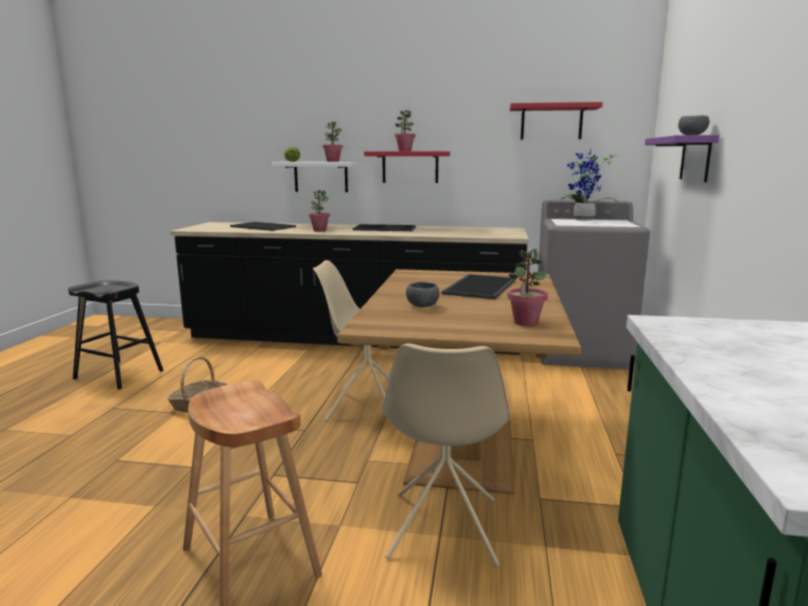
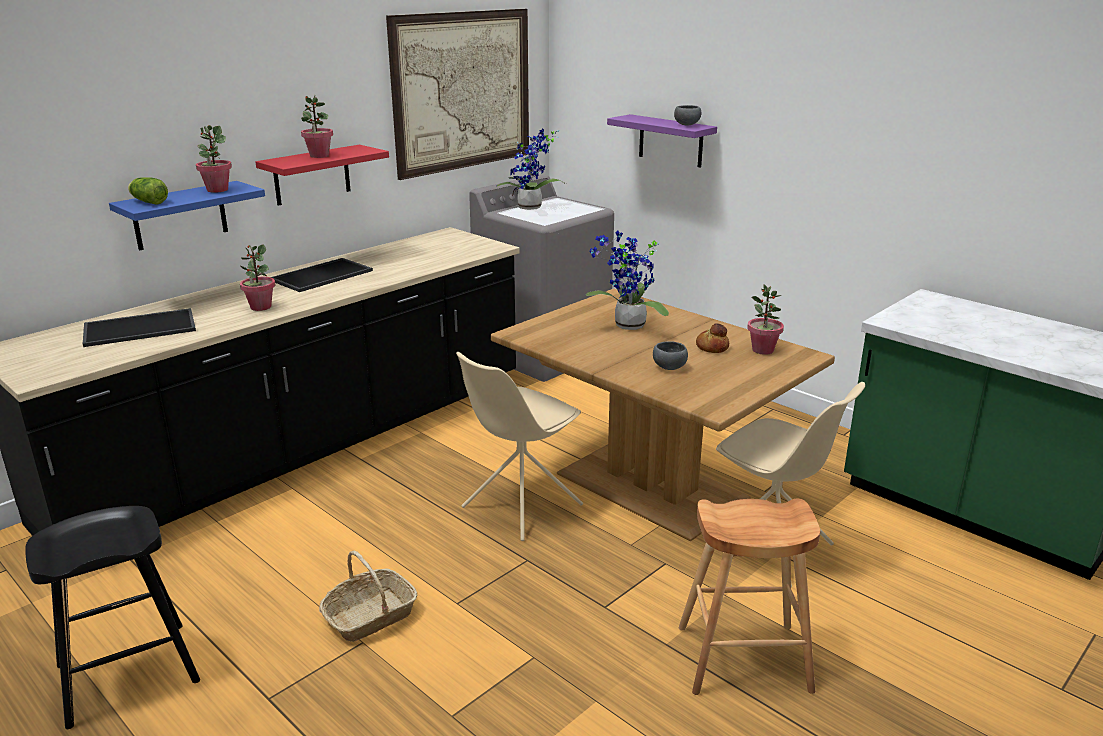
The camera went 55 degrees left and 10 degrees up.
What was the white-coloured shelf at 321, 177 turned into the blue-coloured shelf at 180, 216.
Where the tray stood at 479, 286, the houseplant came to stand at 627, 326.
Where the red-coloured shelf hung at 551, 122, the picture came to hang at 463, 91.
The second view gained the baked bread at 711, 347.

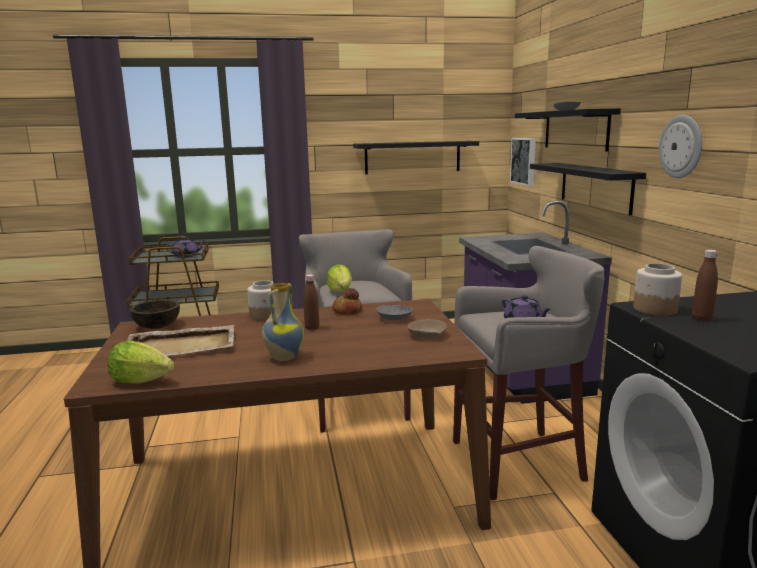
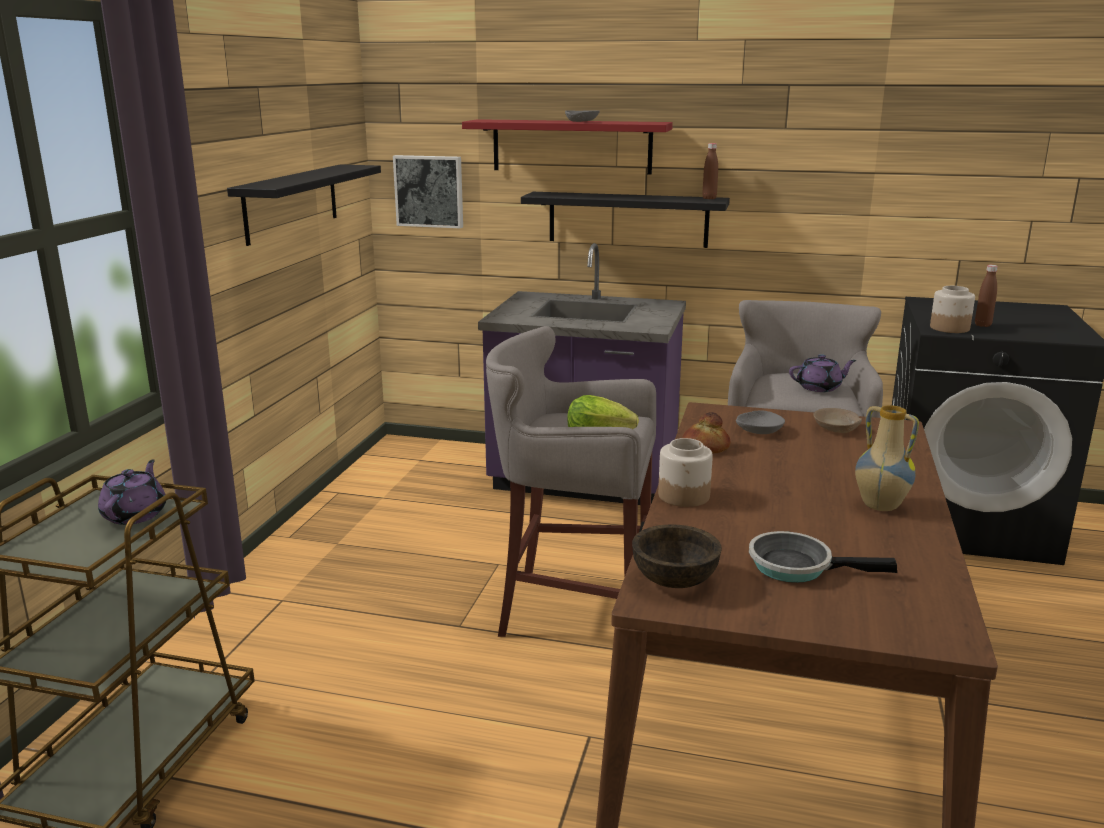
The camera went 65 degrees left and 5 degrees up.
The second view lost the head of lettuce at 141, 381.
Where the sand-coloured tray stood at 181, 346, the pan came to stand at 797, 566.
The brown drink bottle ended up elsewhere, having gone from 312, 328 to 709, 198.
What was the black-coloured shelf at 575, 130 turned into the red-coloured shelf at 571, 146.
The second view lost the wall clock at 681, 146.

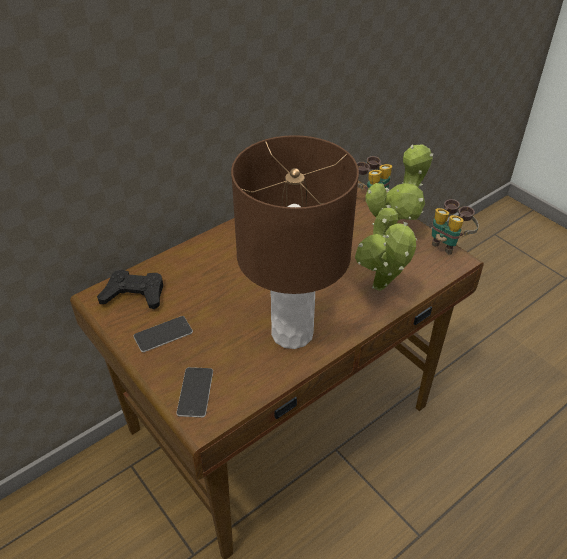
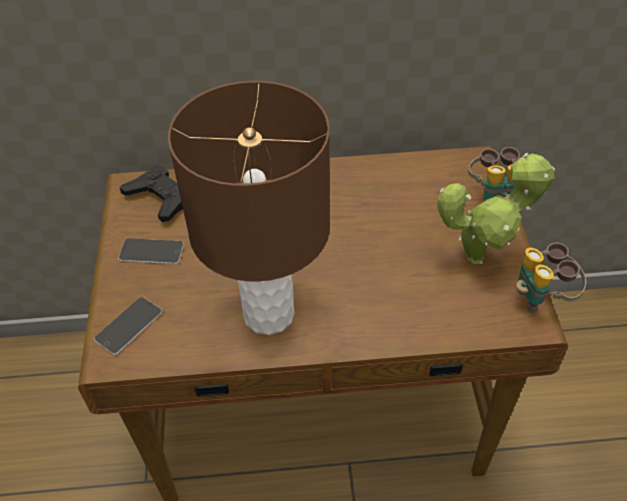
The camera went 35 degrees right and 5 degrees up.
The second view lost the houseplant at 380, 289.

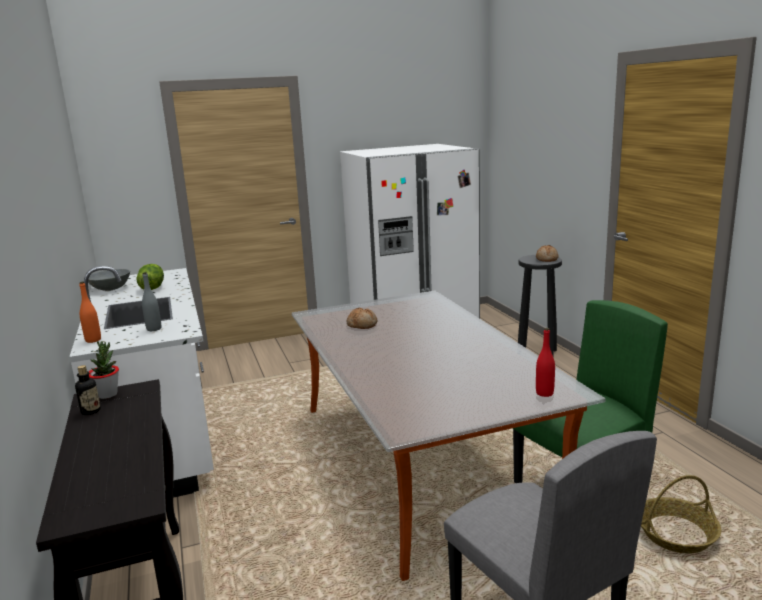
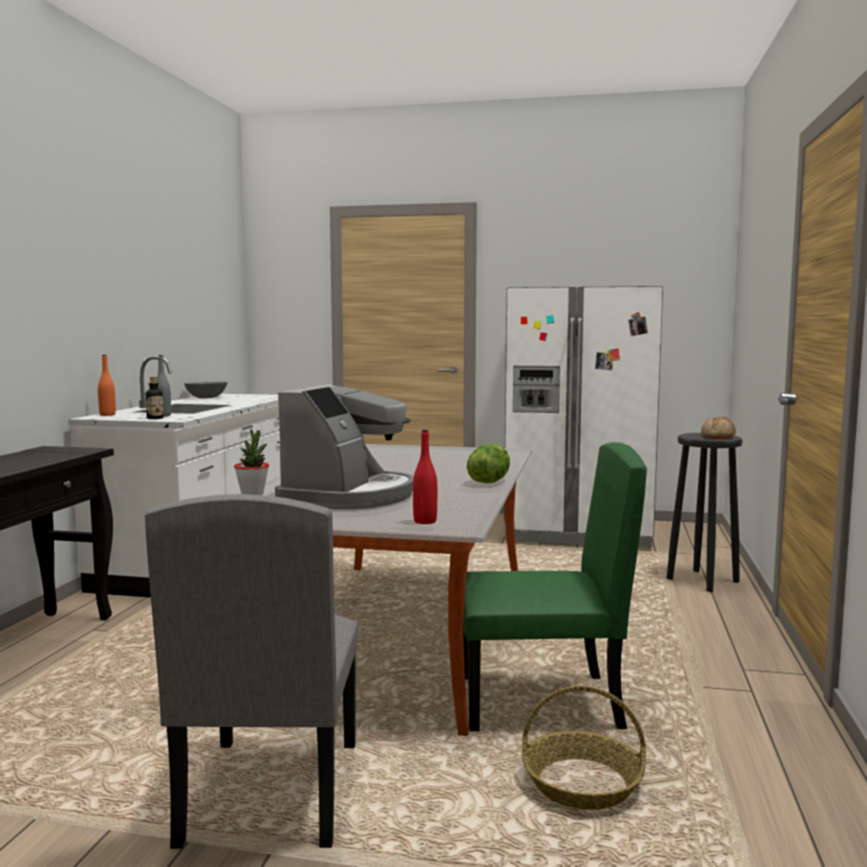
The camera went 30 degrees right and 10 degrees down.
The drink bottle ended up elsewhere, having gone from 91, 411 to 155, 418.
The houseplant ended up elsewhere, having gone from 107, 394 to 252, 494.
The head of lettuce ended up elsewhere, having gone from 152, 288 to 489, 481.
The second view lost the baked bread at 362, 325.
The second view gained the coffee maker at 349, 496.

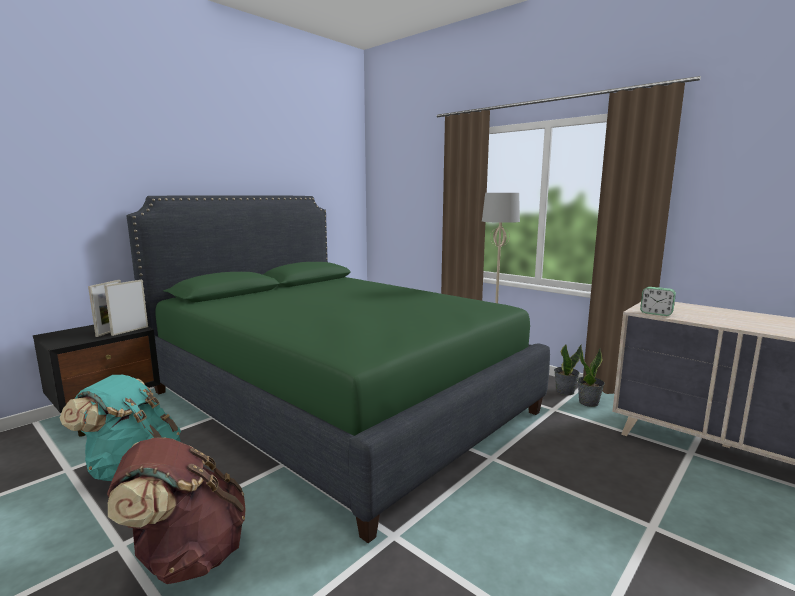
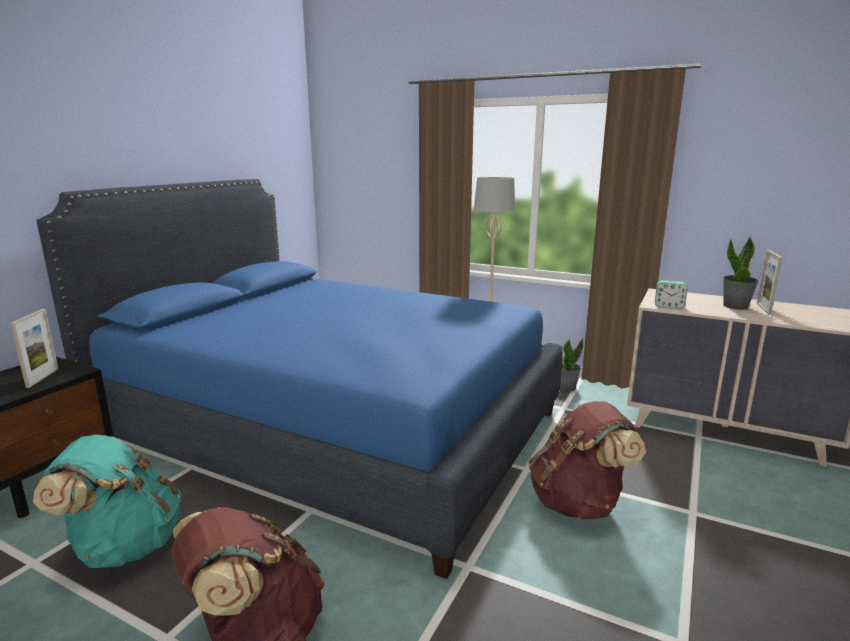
The camera went 15 degrees left and 5 degrees up.
The picture frame ended up elsewhere, having gone from 130, 331 to 763, 308.
What was the green sleeping bed at 337, 401 turned into the blue-coloured sleeping bed at 333, 428.
The houseplant ended up elsewhere, having gone from 589, 403 to 736, 306.
The second view gained the brown knapsack at 578, 503.

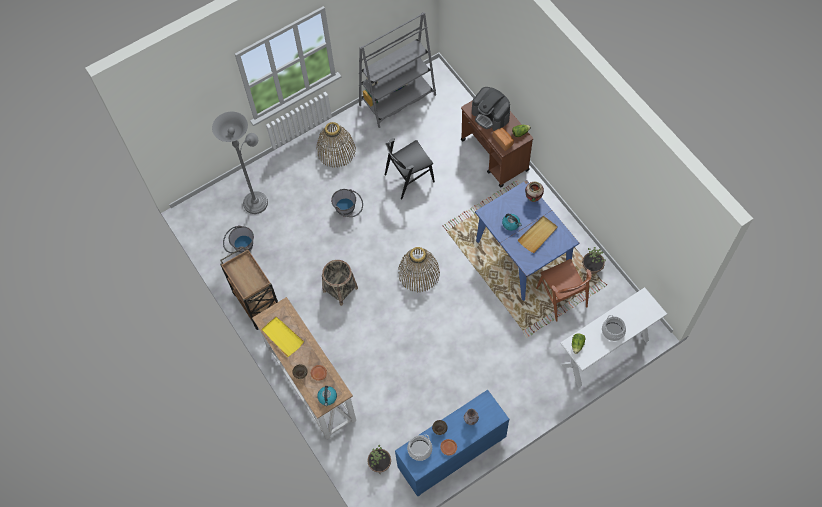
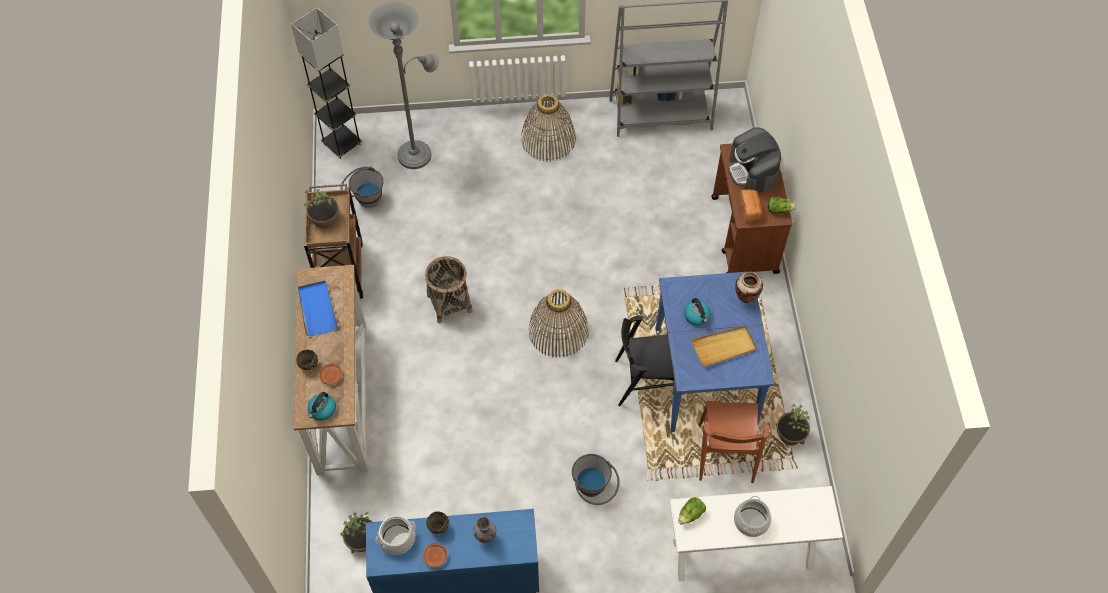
The camera went 25 degrees right and 5 degrees down.
What was the yellow tray at 282, 337 turned into the blue-coloured tray at 317, 309.
The grey water bucket ended up elsewhere, having gone from 348, 211 to 594, 489.
The black-coloured chair ended up elsewhere, having gone from 409, 178 to 646, 381.
The second view gained the grey standing lamp at 342, 144.
The second view gained the houseplant at 325, 219.

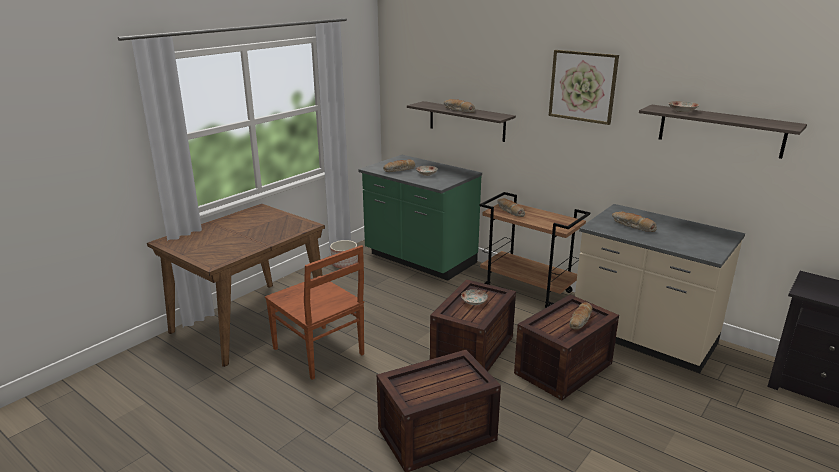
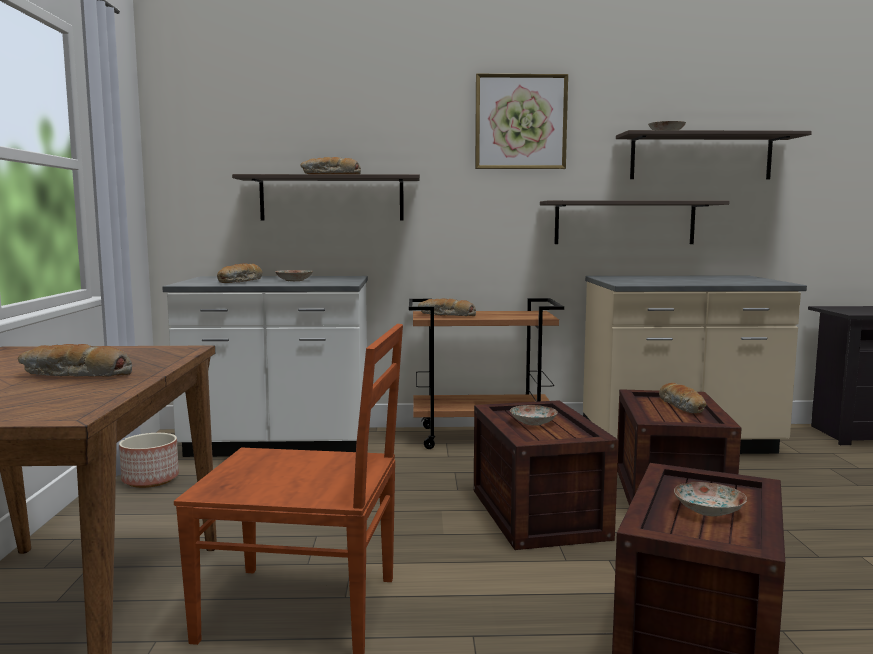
The camera went 40 degrees left and 15 degrees down.
What was the green kitchen base unit at 419, 260 turned into the white-coloured kitchen base unit at 279, 445.
The baked bread ended up elsewhere, having gone from 632, 226 to 74, 375.
The second view gained the shelf at 624, 222.
The second view gained the flat dish at 708, 510.

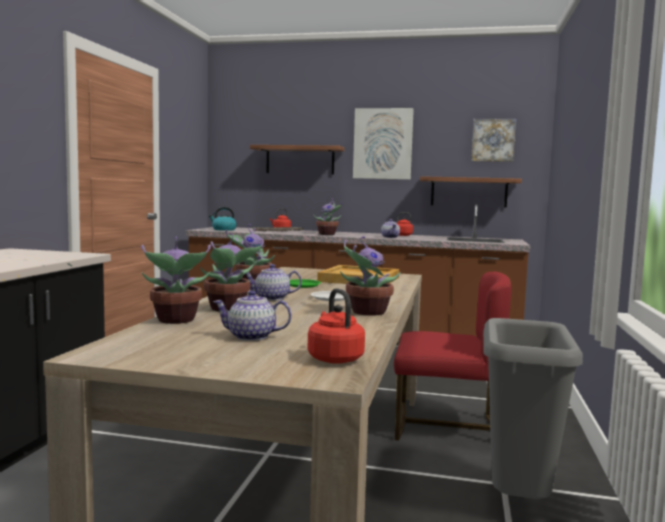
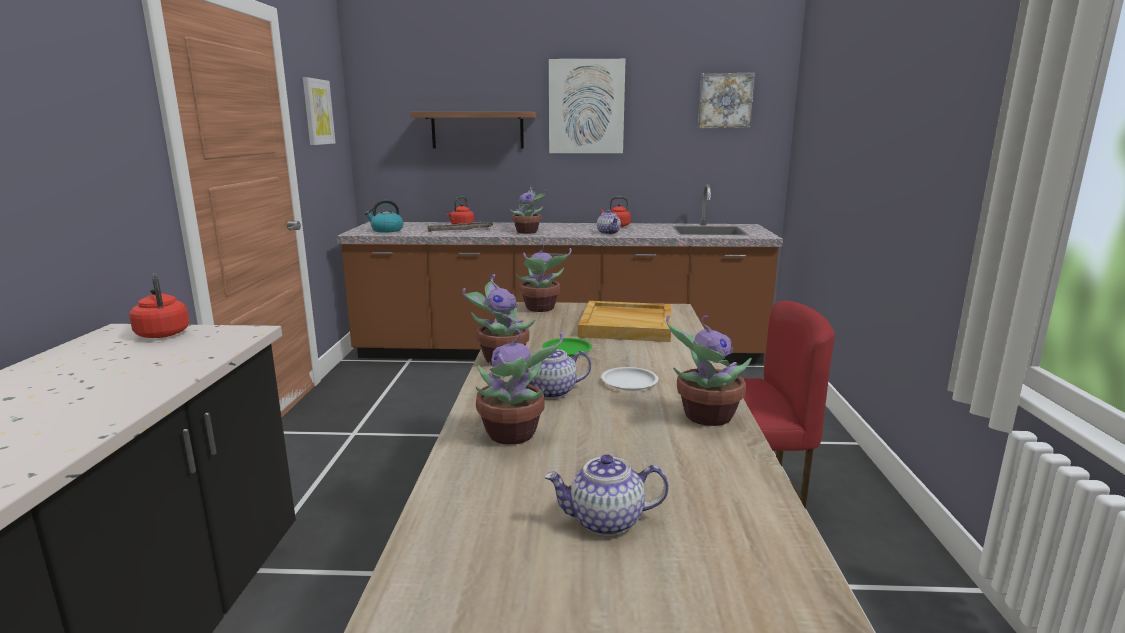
The camera went 10 degrees left and 10 degrees up.
The houseplant ended up elsewhere, having gone from 176, 320 to 540, 309.
The red-coloured tea kettle ended up elsewhere, having gone from 334, 358 to 163, 333.
The second view lost the shelf at 468, 192.
The second view lost the grey rubbish bin at 519, 502.
The second view gained the picture at 317, 112.

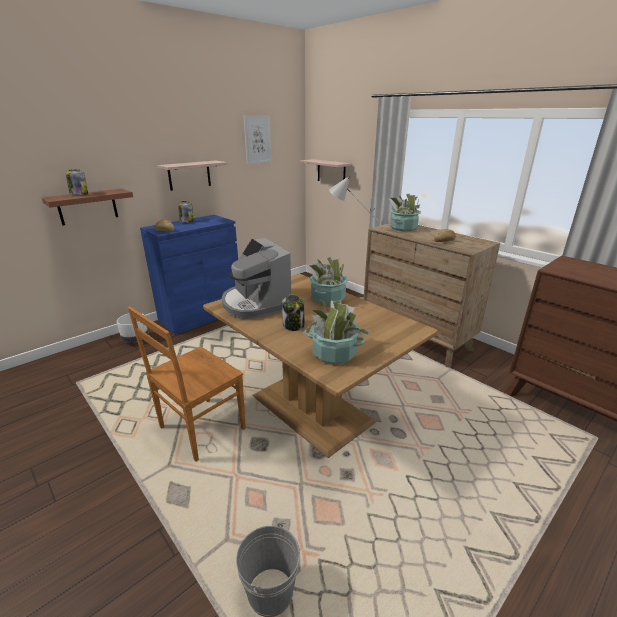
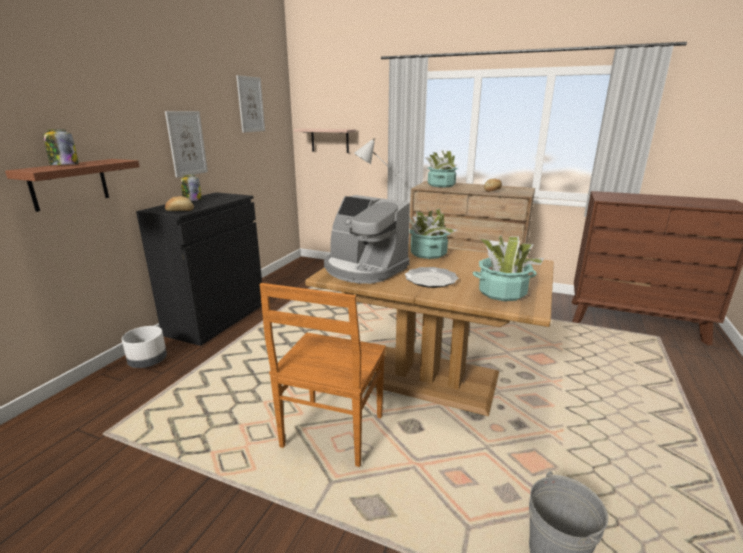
The camera went 25 degrees left and 5 degrees down.
What was the blue-coloured cupboard at 201, 315 turned into the black-coloured cupboard at 216, 319.
Where the shelf hung at 189, 175, the picture came to hang at 187, 143.
Where the preserve jar stood at 293, 325, the flat dish came to stand at 431, 279.

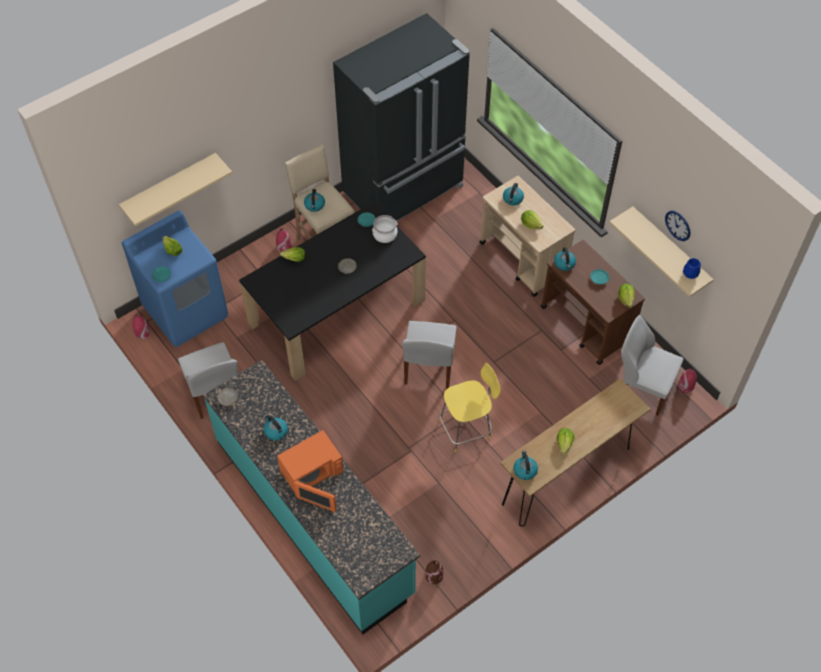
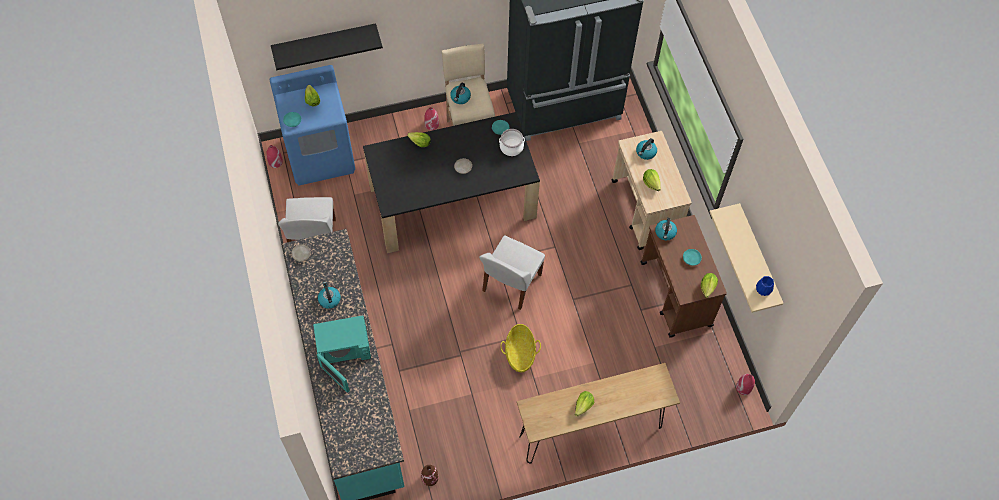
The camera went 20 degrees right and 5 degrees up.
What was the sand-coloured shelf at 169, 186 turned into the black-coloured shelf at 325, 41.
What was the orange-coloured microwave at 311, 474 turned into the turquoise microwave at 343, 350.
Where the yellow sitting stool stood at 467, 428, the basket came to stand at 520, 353.
The second view lost the tea kettle at 524, 470.
The second view lost the white-coloured chair at 642, 388.
The second view lost the wall clock at 678, 225.

